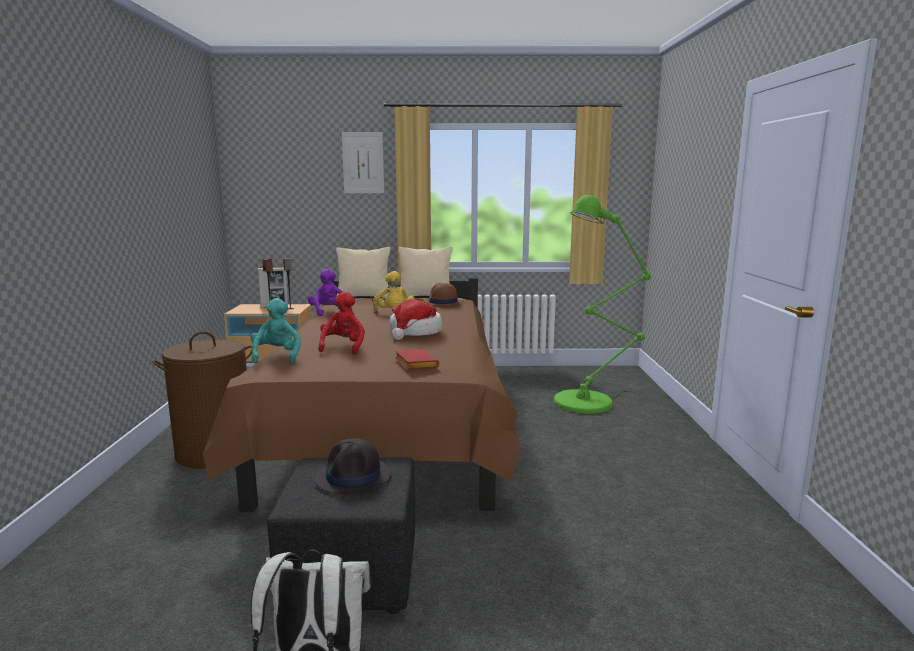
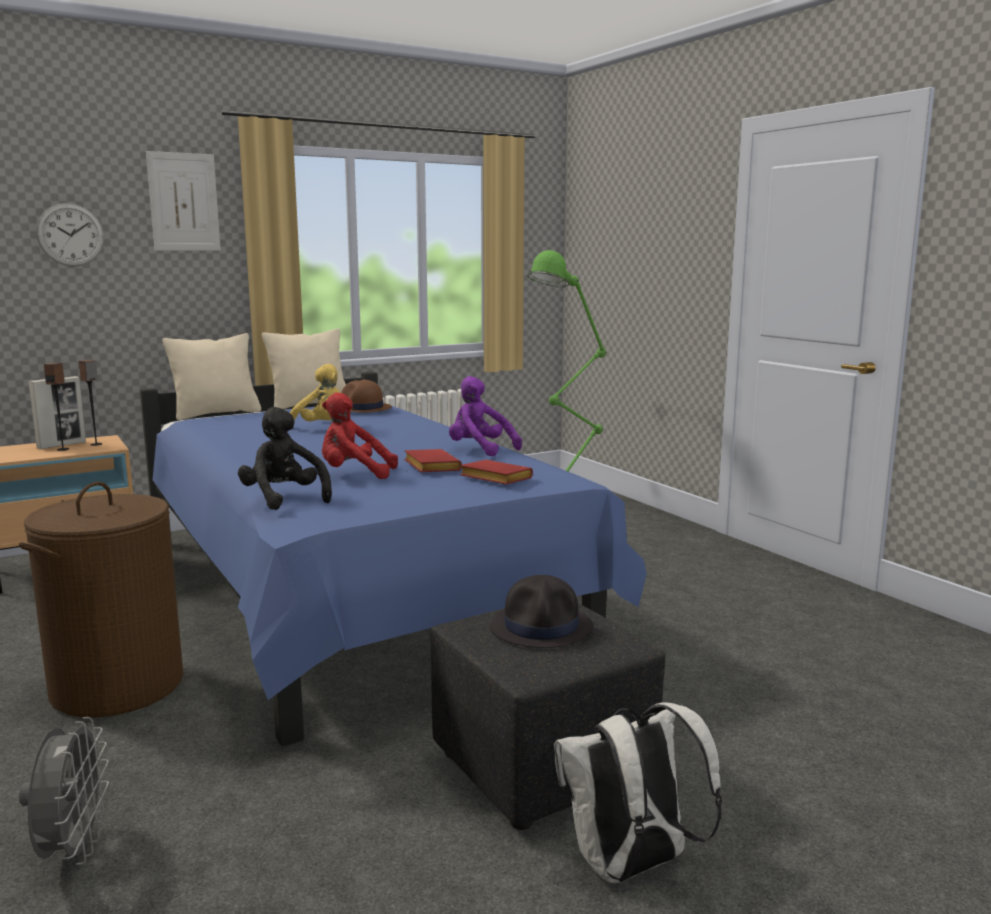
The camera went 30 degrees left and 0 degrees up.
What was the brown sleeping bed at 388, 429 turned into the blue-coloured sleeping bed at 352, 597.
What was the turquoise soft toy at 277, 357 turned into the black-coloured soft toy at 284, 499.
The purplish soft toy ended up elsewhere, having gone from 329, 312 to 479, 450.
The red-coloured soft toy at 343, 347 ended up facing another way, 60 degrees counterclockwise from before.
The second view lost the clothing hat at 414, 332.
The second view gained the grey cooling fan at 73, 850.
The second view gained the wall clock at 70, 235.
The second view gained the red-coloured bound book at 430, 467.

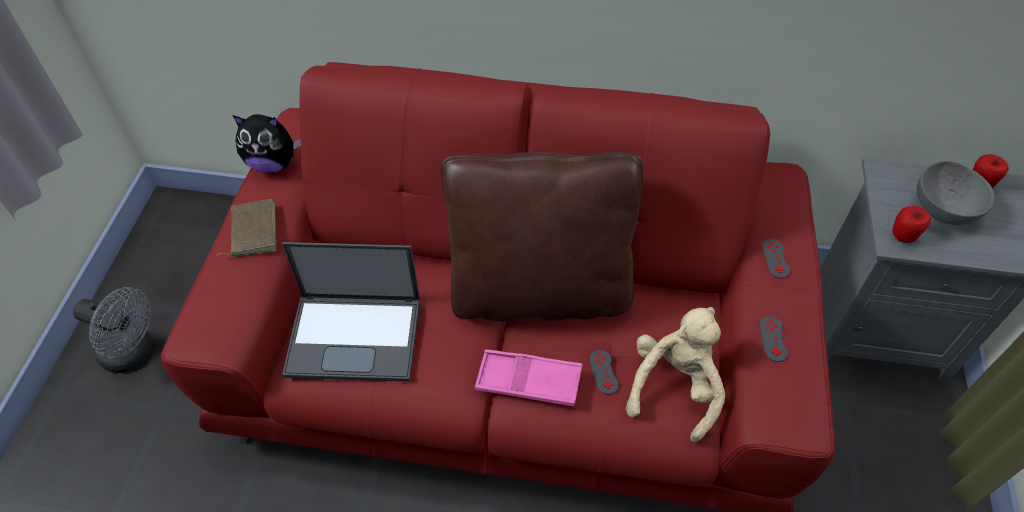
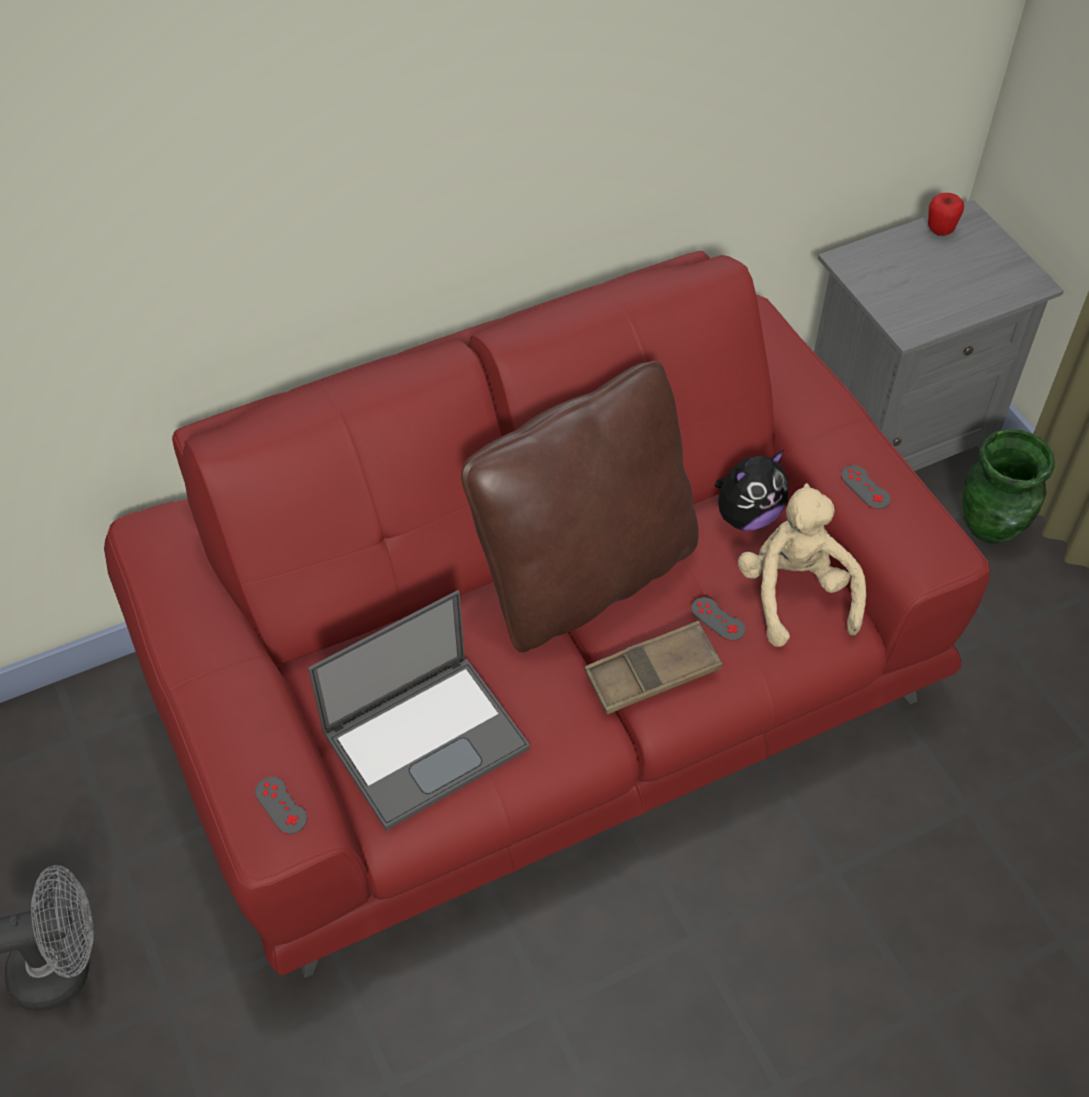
The camera went 35 degrees left and 0 degrees up.
The second view lost the brown bound book at 252, 231.
The soft toy ended up elsewhere, having gone from 273, 163 to 746, 515.
What was the pink-coloured tray at 528, 381 turned into the brown tray at 652, 673.
The grey gamepad ended up elsewhere, having gone from 775, 258 to 281, 805.
The second view lost the whole apple at 902, 236.
The second view lost the grey serving bowl at 943, 208.
The second view gained the green vase at 991, 526.

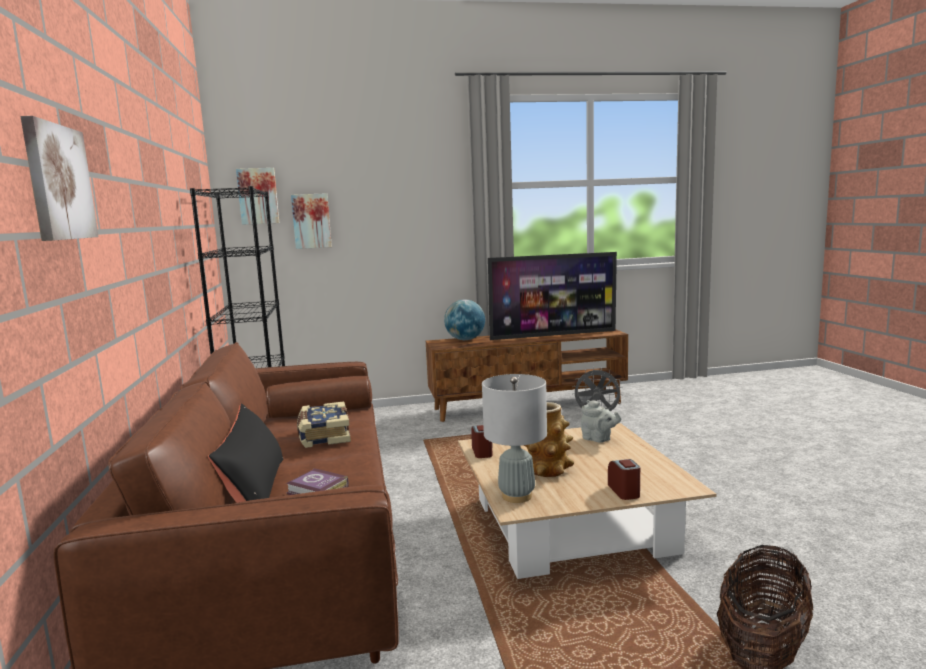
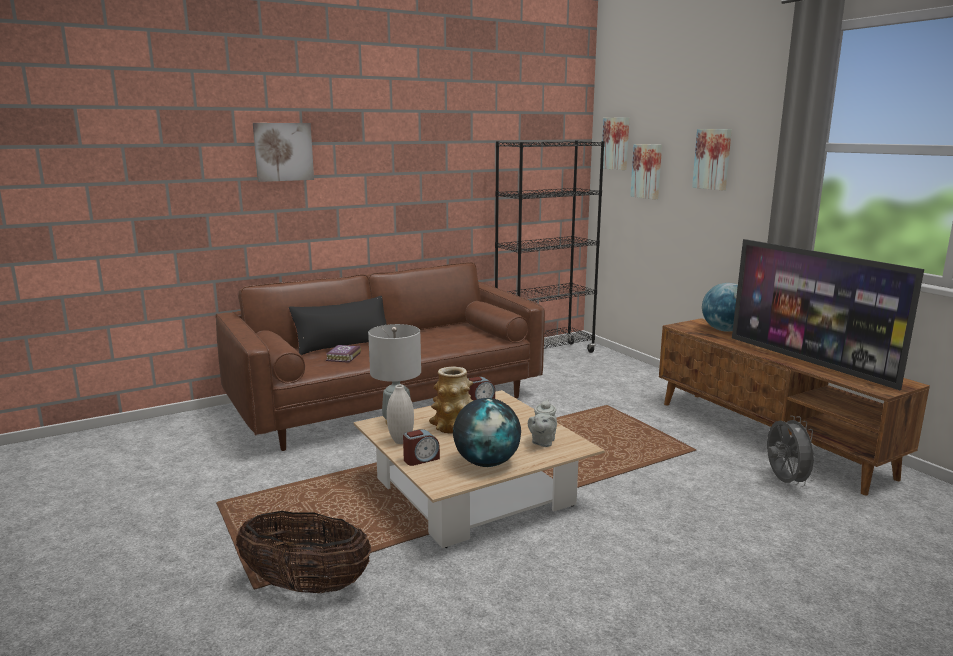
The camera went 70 degrees right and 5 degrees up.
The second view lost the bound book at 323, 436.
The second view gained the white-coloured vase at 401, 441.
The second view gained the globe at 487, 463.
The second view gained the picture at 713, 159.

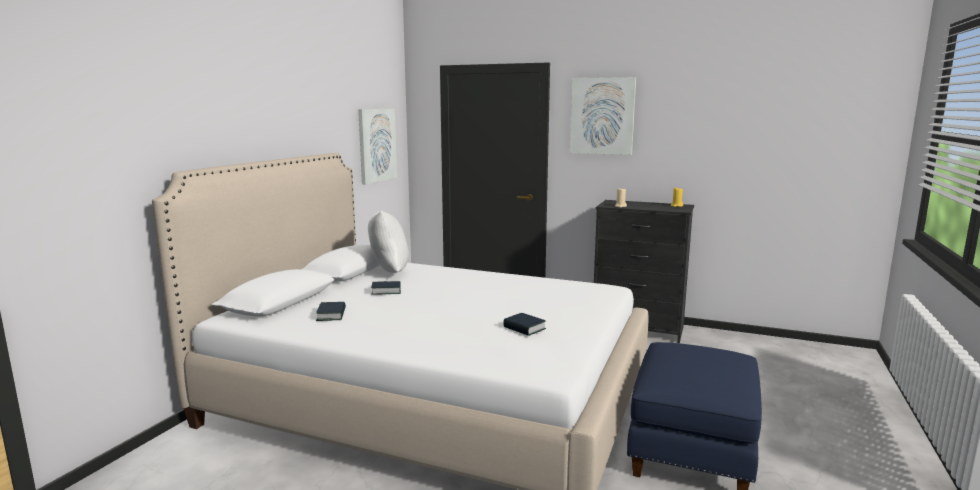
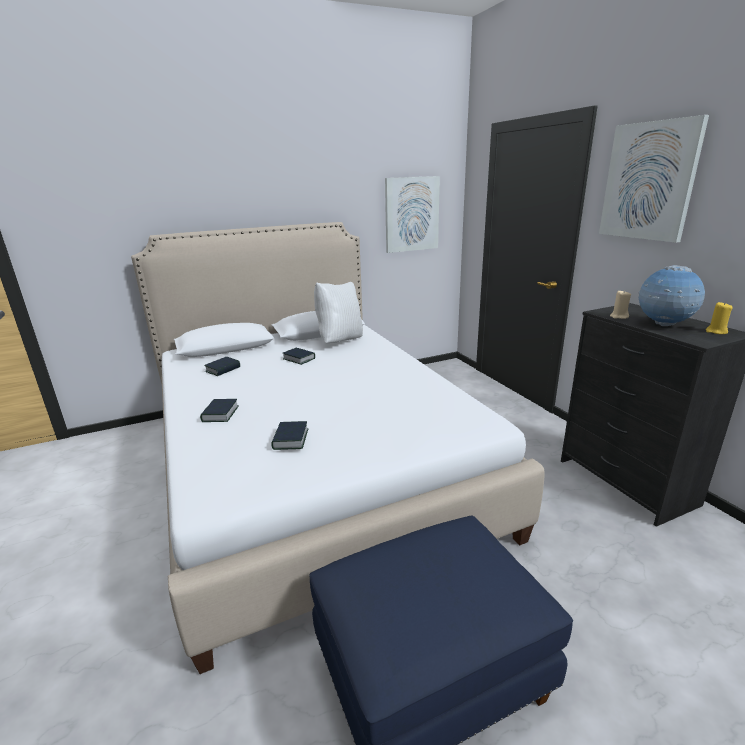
The camera went 45 degrees right and 10 degrees up.
The second view gained the bound book at 220, 414.
The second view gained the globe at 663, 325.

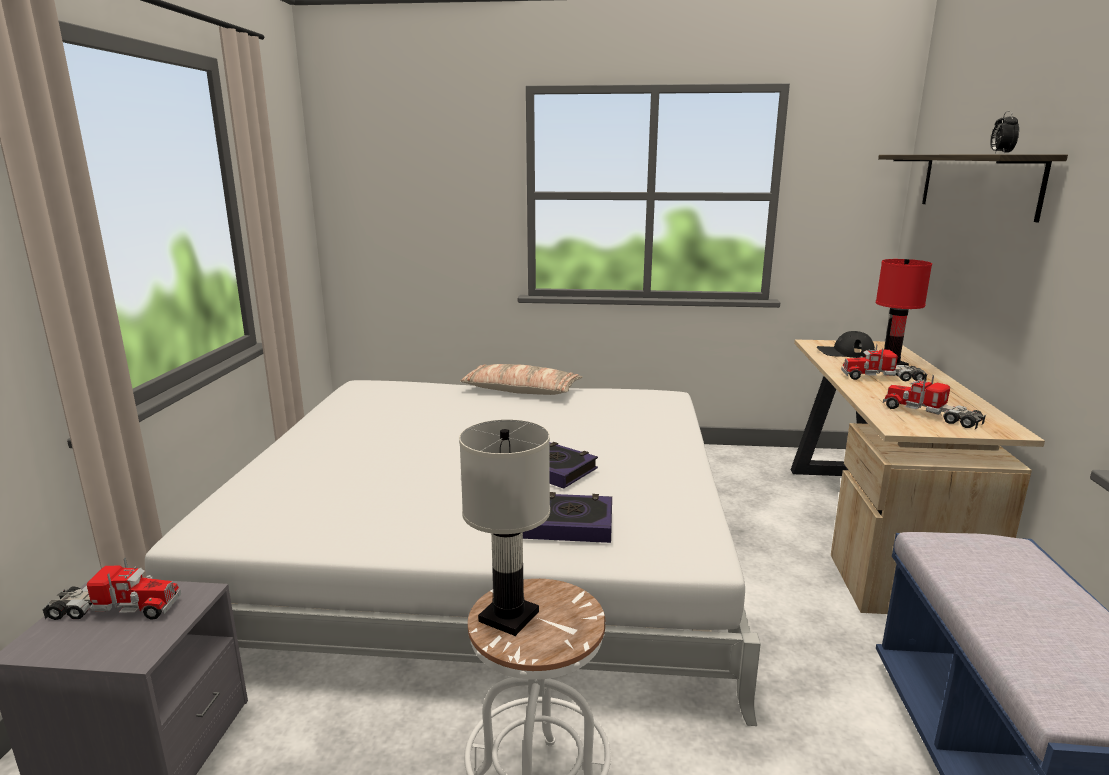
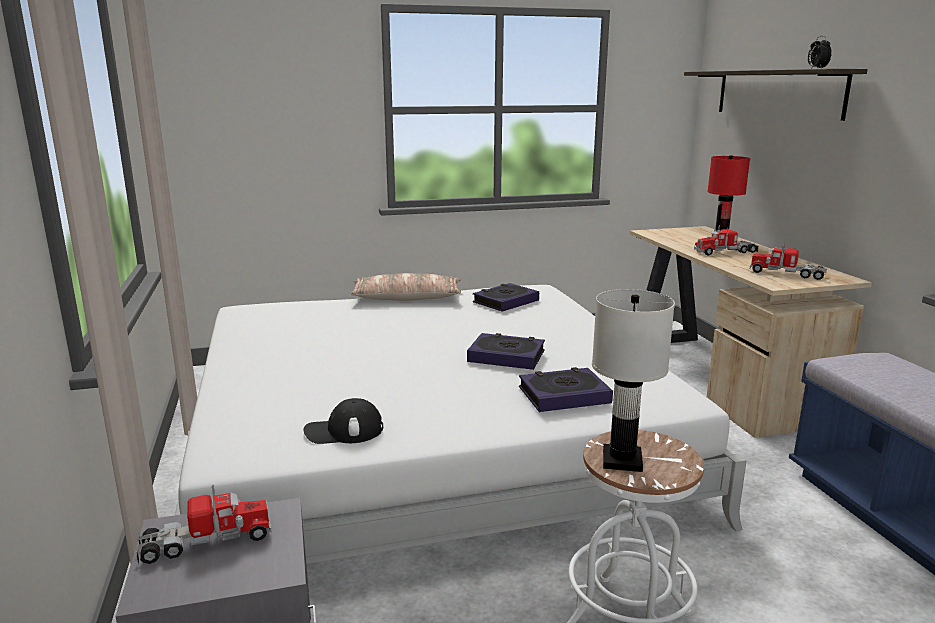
The camera went 20 degrees left and 0 degrees up.
The black-coloured peaked cap ended up elsewhere, having gone from 845, 352 to 344, 431.
The second view gained the bound book at 505, 301.

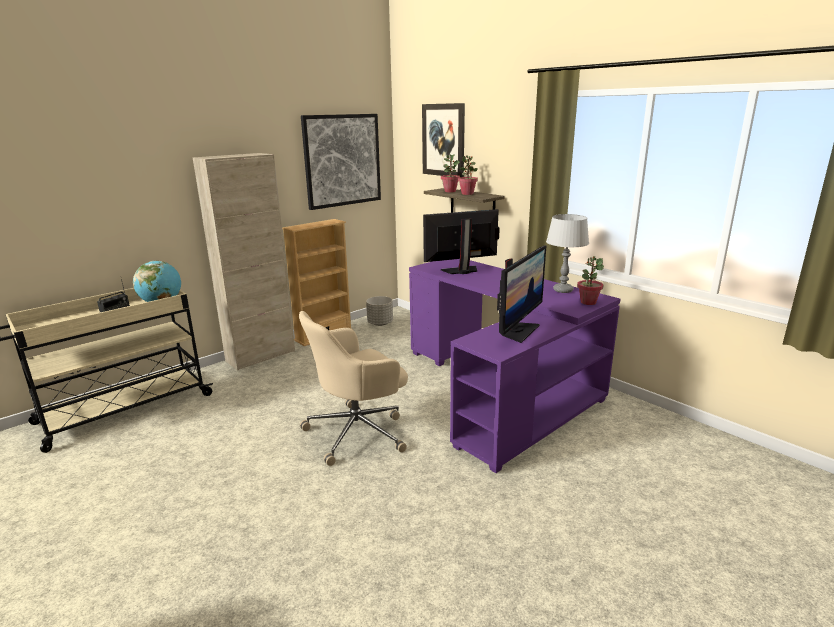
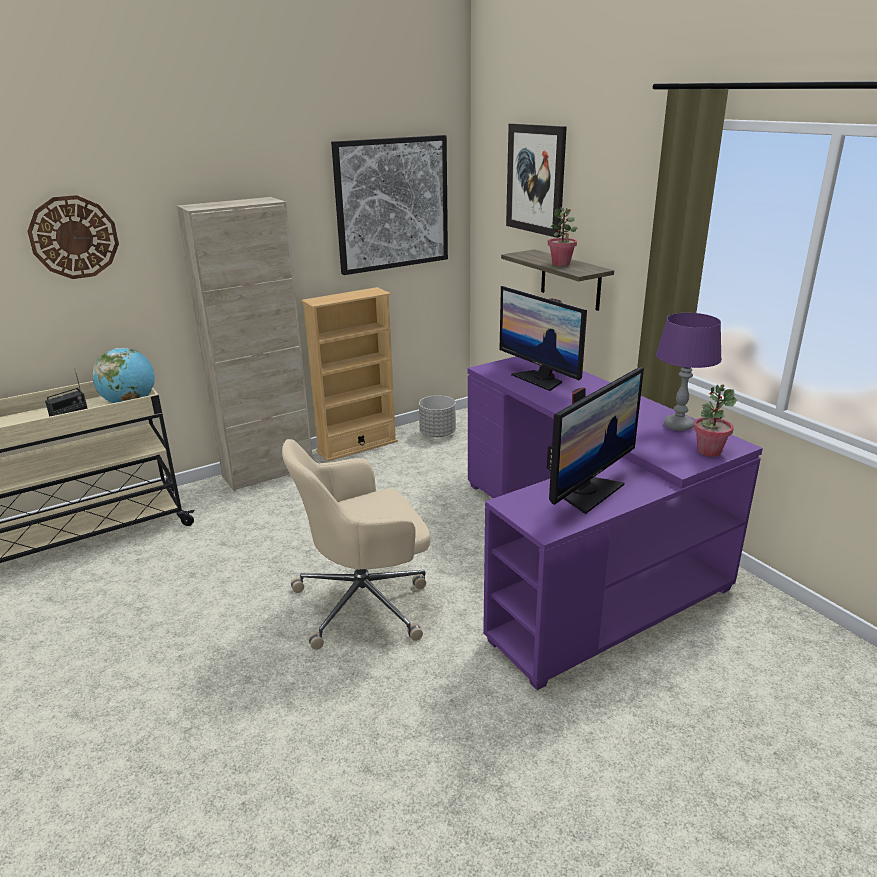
The camera went 10 degrees right and 5 degrees up.
The computer display at 461, 271 ended up facing another way, 120 degrees counterclockwise from before.
The second view lost the houseplant at 450, 191.
What was the grey lamp for a table at 563, 290 turned into the purplish lamp for a table at 678, 425.
The second view gained the wall clock at 74, 237.

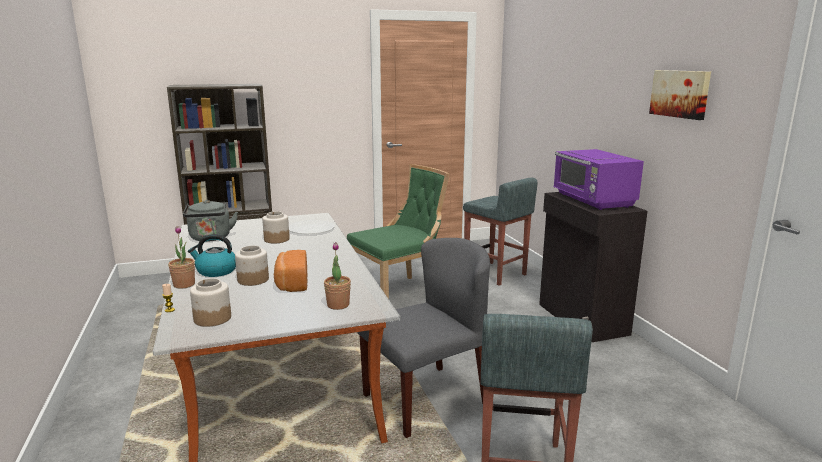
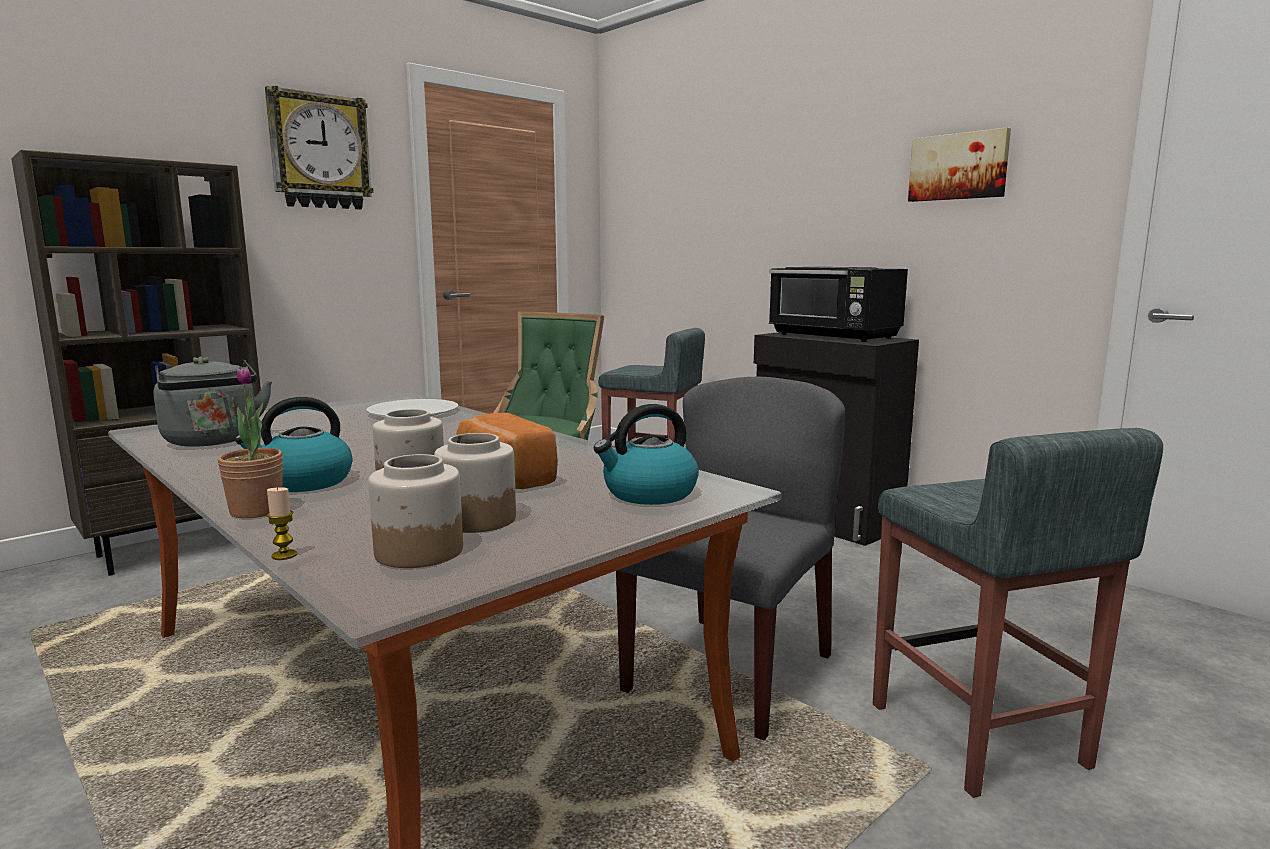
The camera went 25 degrees left and 5 degrees down.
The preserve jar ended up elsewhere, having gone from 276, 239 to 476, 519.
Where the houseplant stood at 338, 305, the tea kettle came to stand at 648, 493.
What was the purplish microwave at 593, 201 turned into the black-coloured microwave at 834, 336.
The second view gained the wall clock at 319, 152.

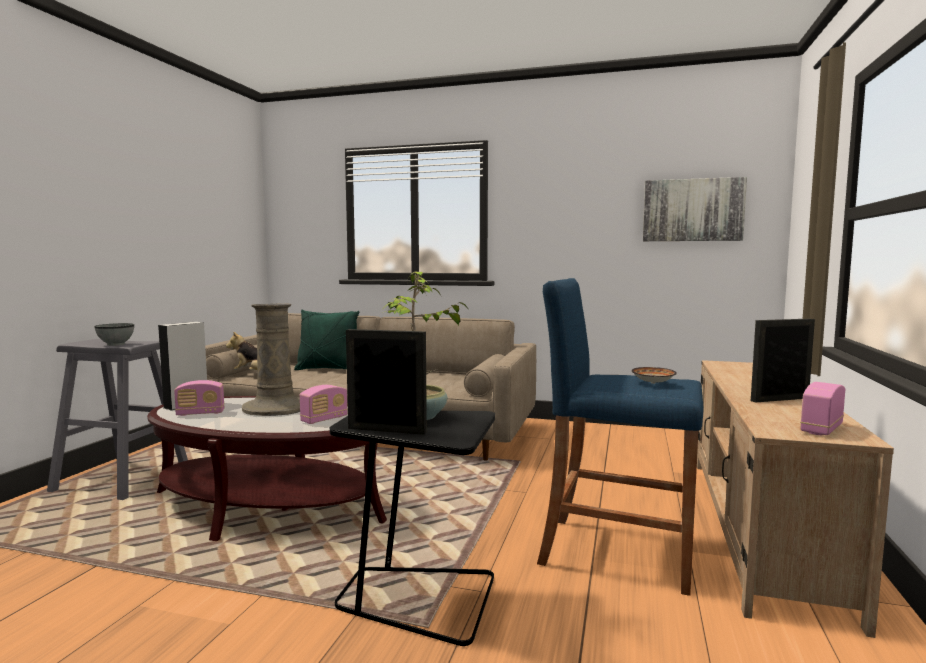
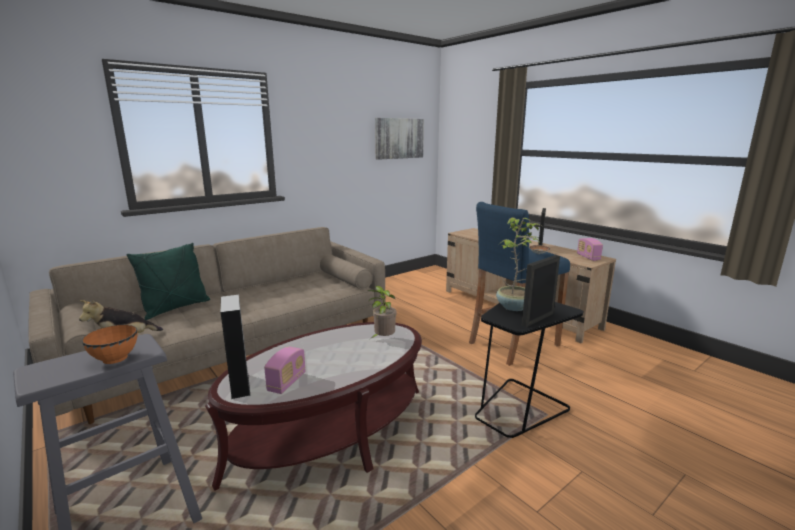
The camera went 55 degrees left and 10 degrees up.
What was the grey serving bowl at 115, 344 turned into the orange-coloured serving bowl at 115, 358.
The second view lost the sand-coloured vase at 275, 408.
Where the radio receiver stood at 324, 419, the houseplant came to stand at 383, 339.

